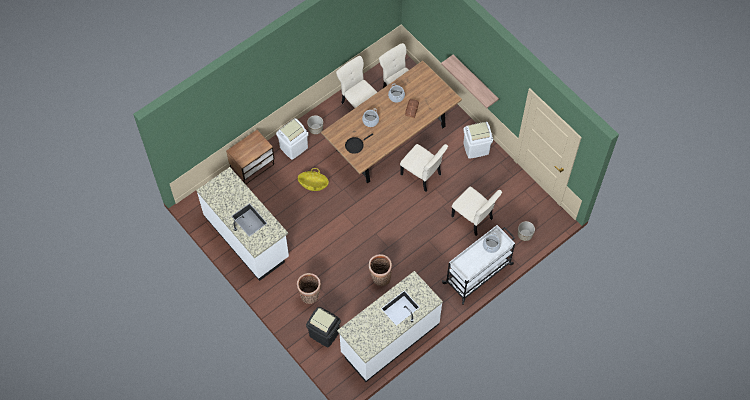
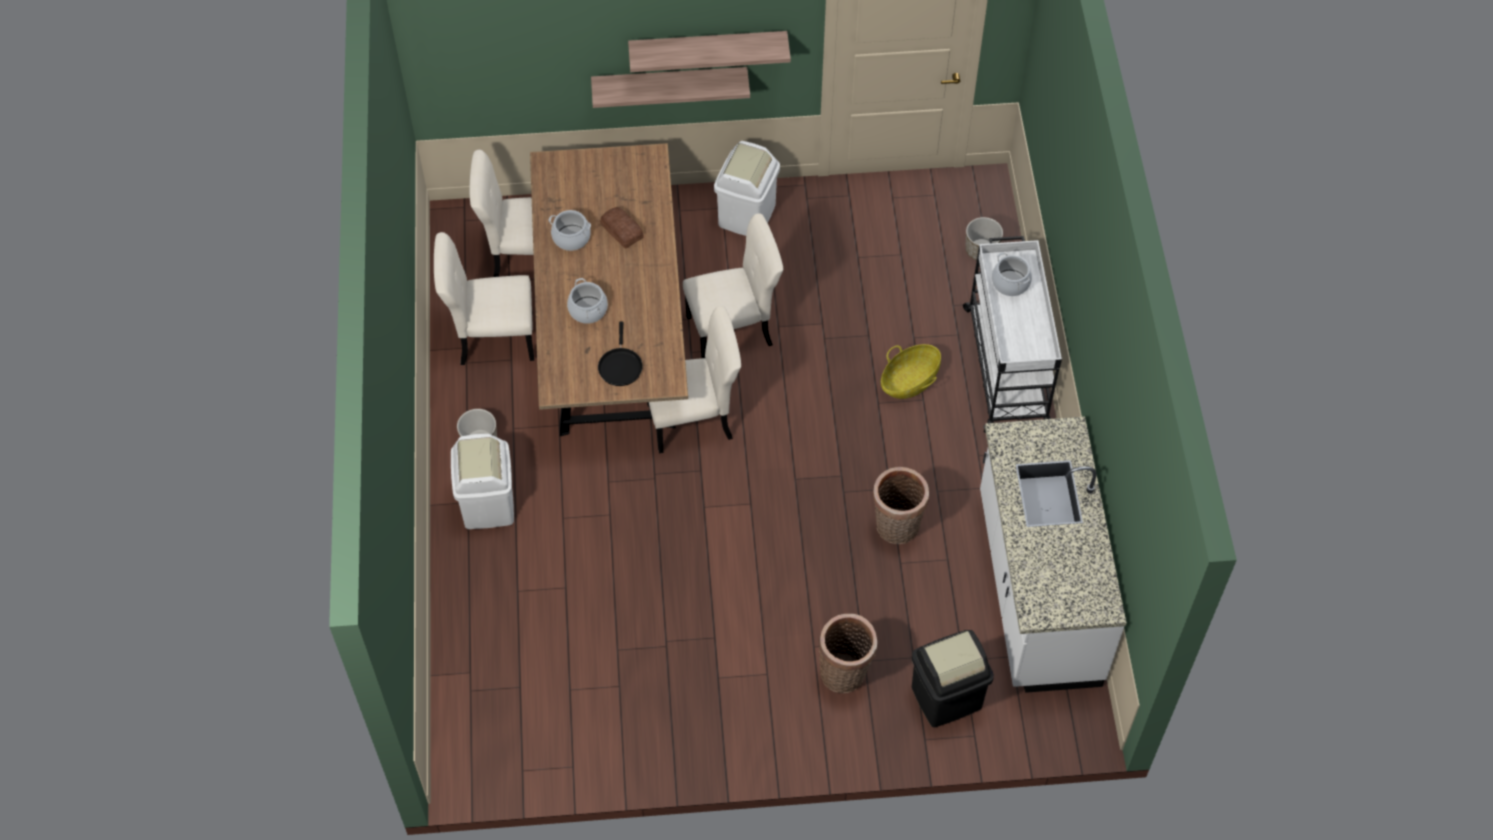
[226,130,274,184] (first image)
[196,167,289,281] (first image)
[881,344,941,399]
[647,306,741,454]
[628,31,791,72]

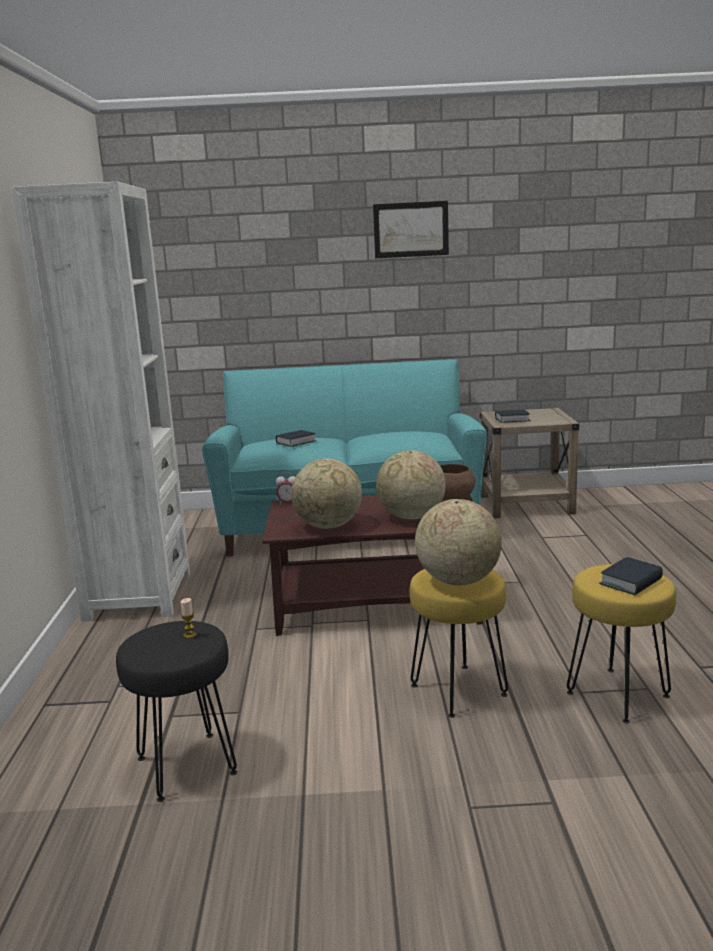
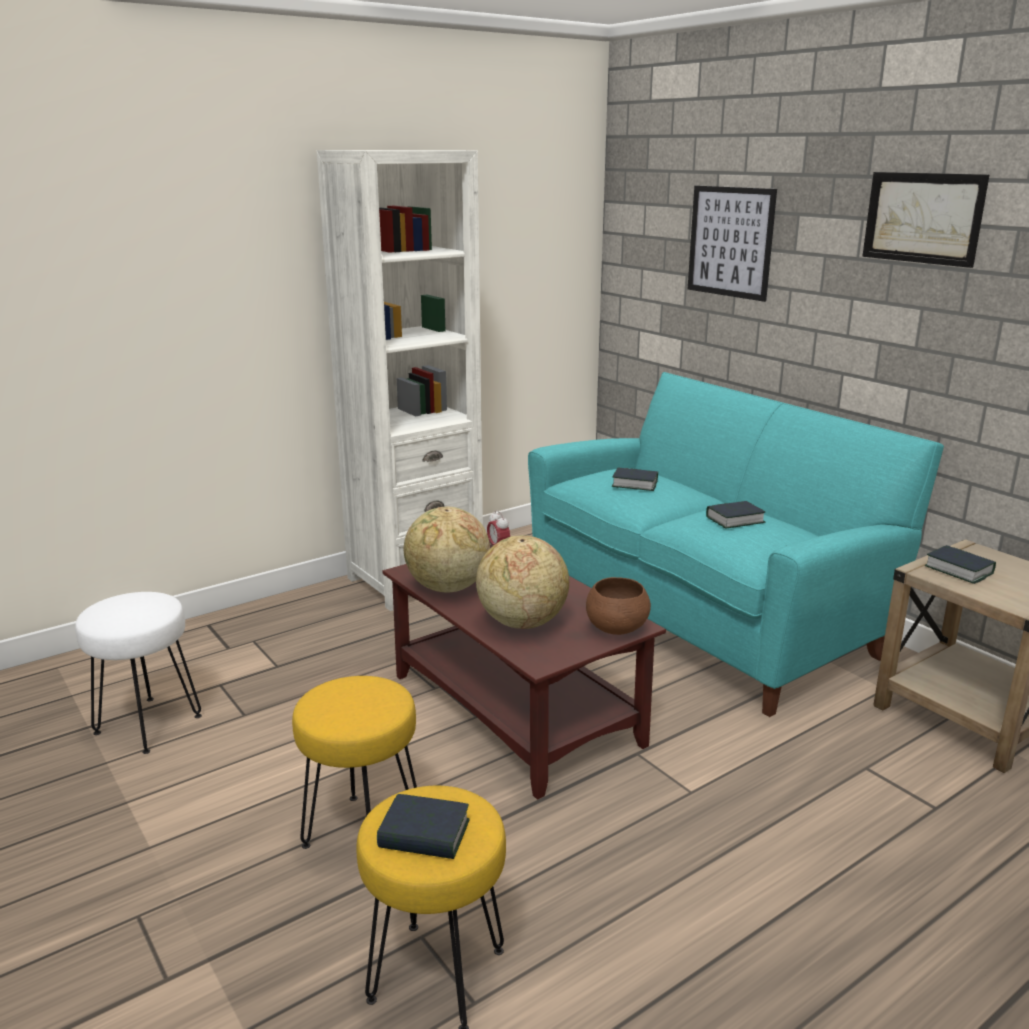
[415,499,502,586] (first image)
[181,598,196,638] (first image)
[75,592,202,754]
[688,186,777,302]
[706,501,766,528]

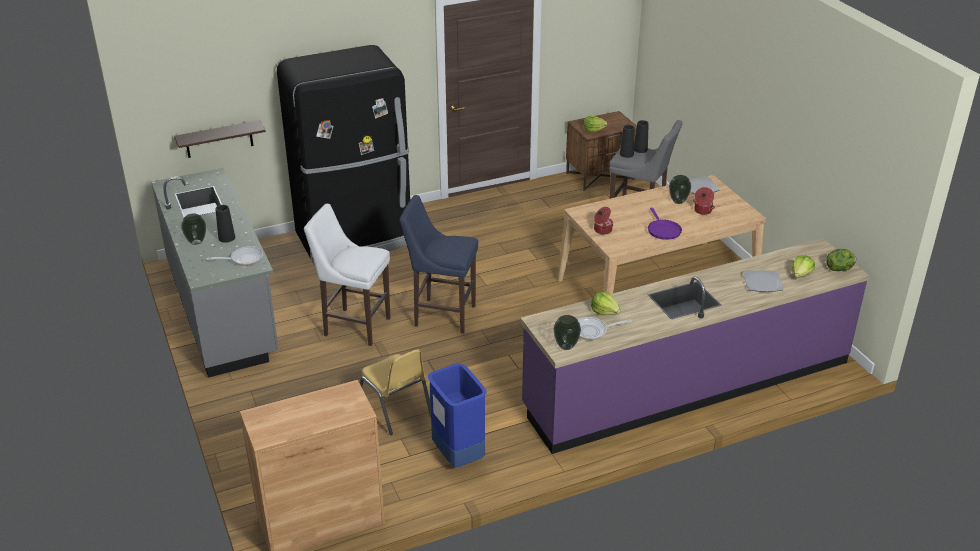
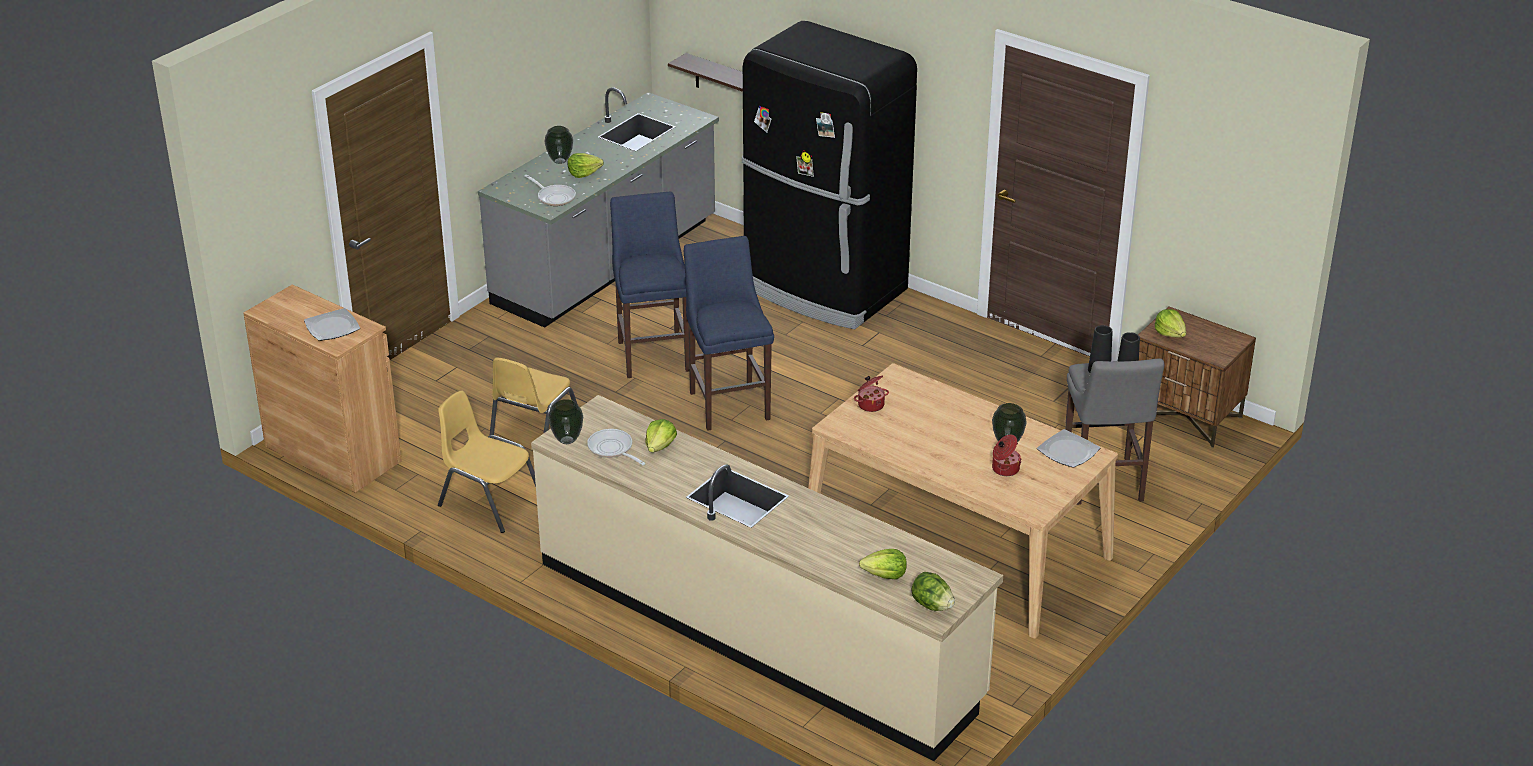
[610,192,689,378]
[567,153,604,178]
[648,208,682,240] (first image)
[531,395,1003,761]
[304,308,360,341]
[438,391,536,533]

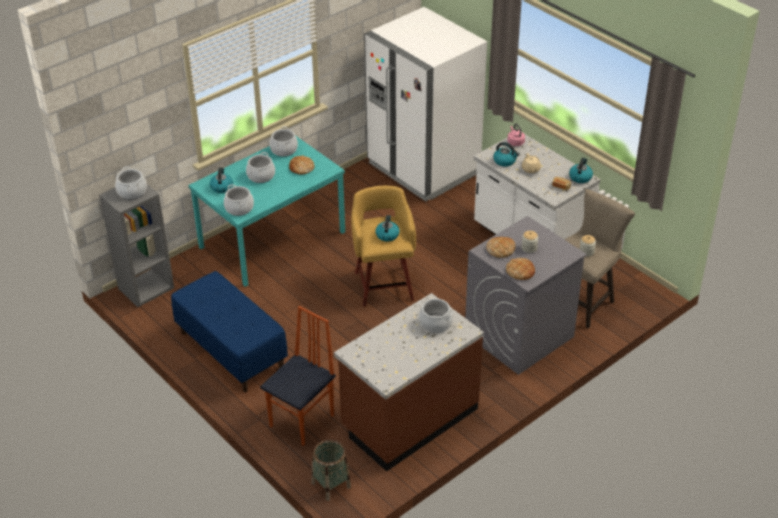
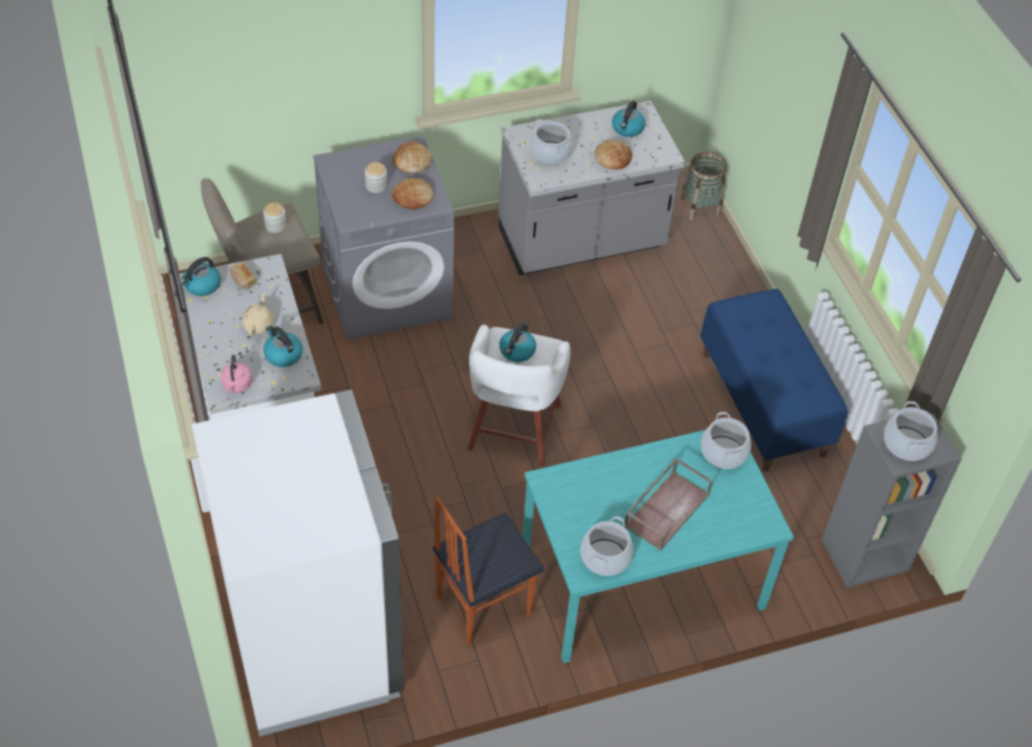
[625,458,713,551]
[594,140,632,170]
[612,100,645,137]
[468,324,570,466]
[499,101,685,275]
[433,496,544,646]

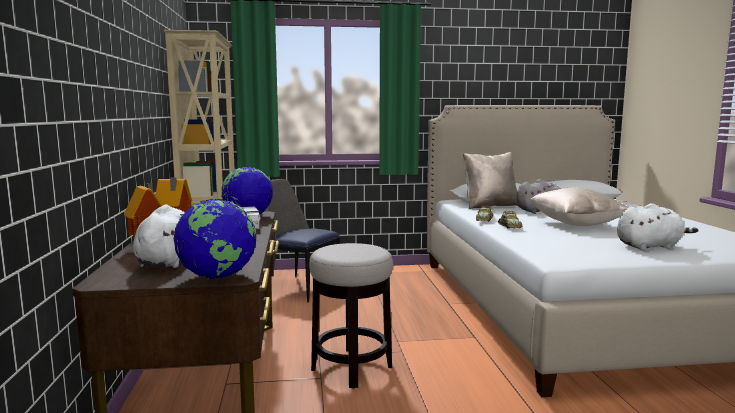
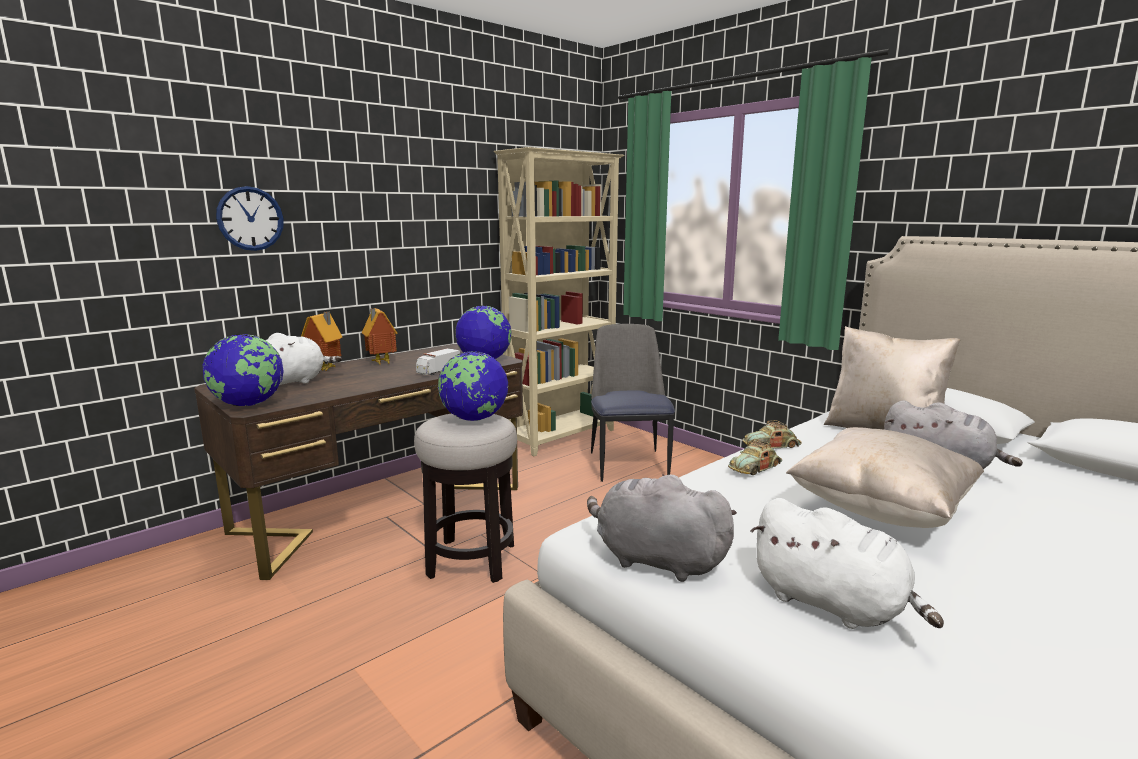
[216,186,284,251]
[438,351,508,421]
[587,474,737,582]

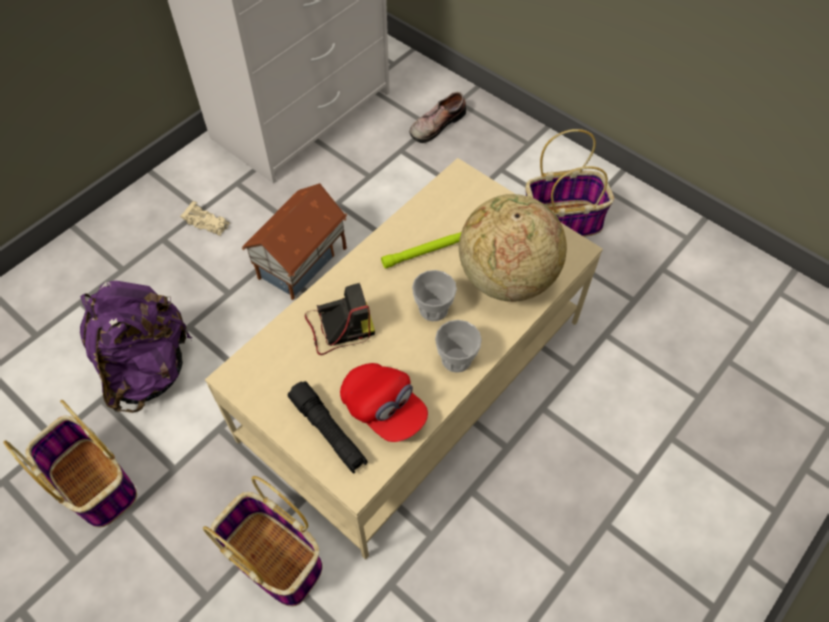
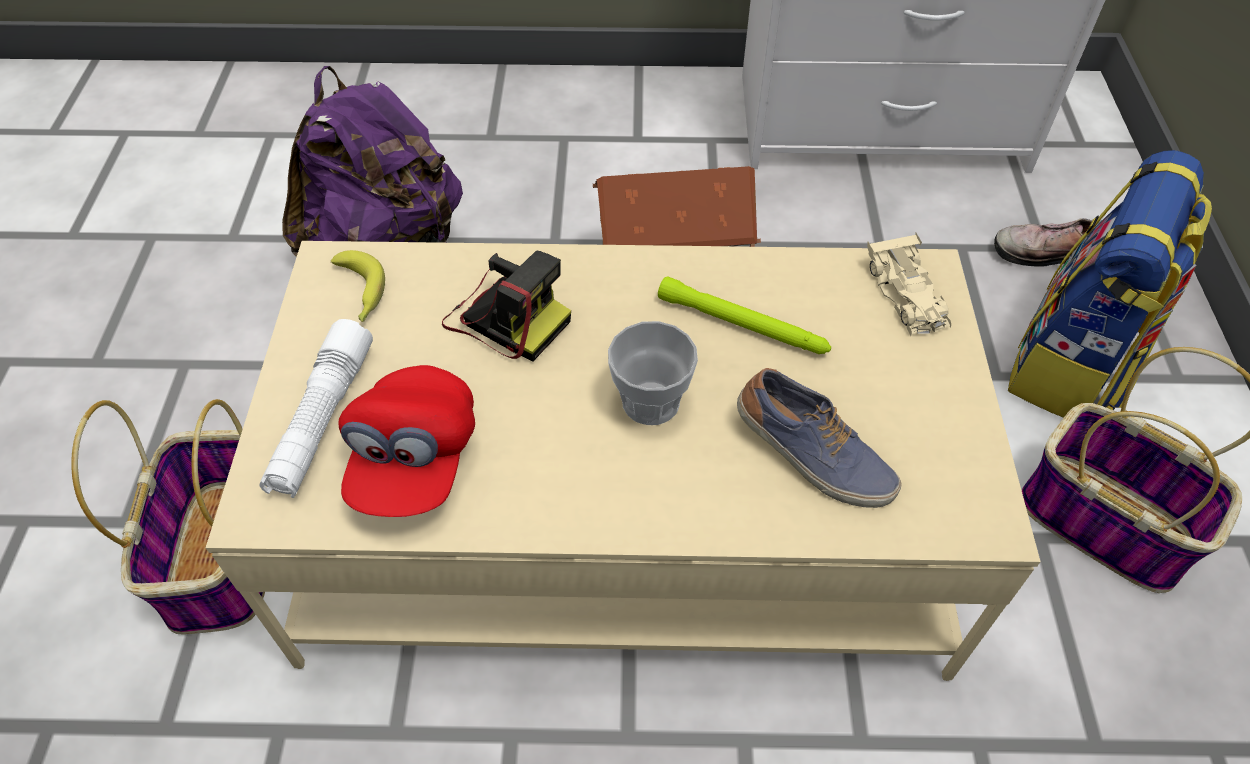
[737,368,902,508]
[867,233,951,336]
[435,320,482,373] (first image)
[260,319,373,498]
[3,400,137,528] (first image)
[1008,150,1212,418]
[331,250,385,322]

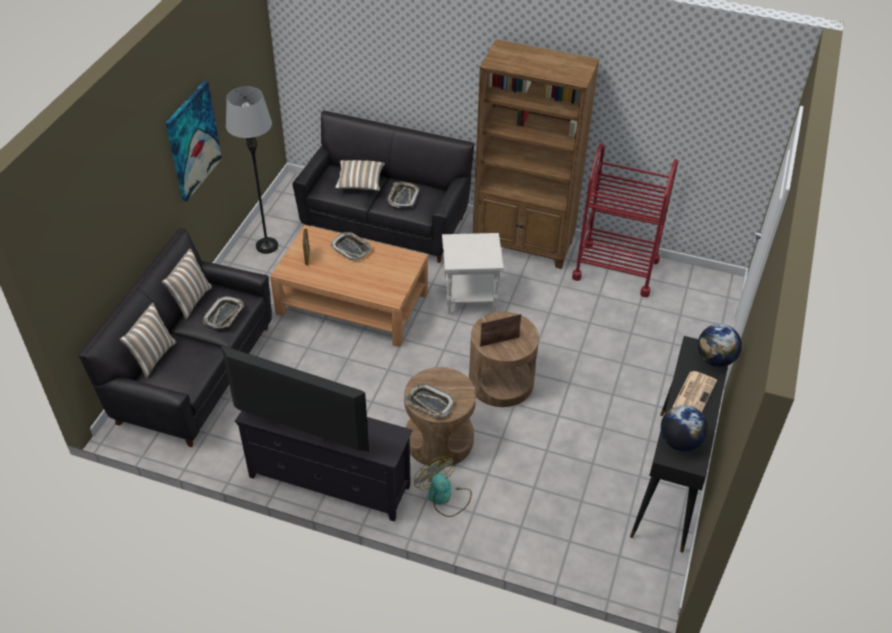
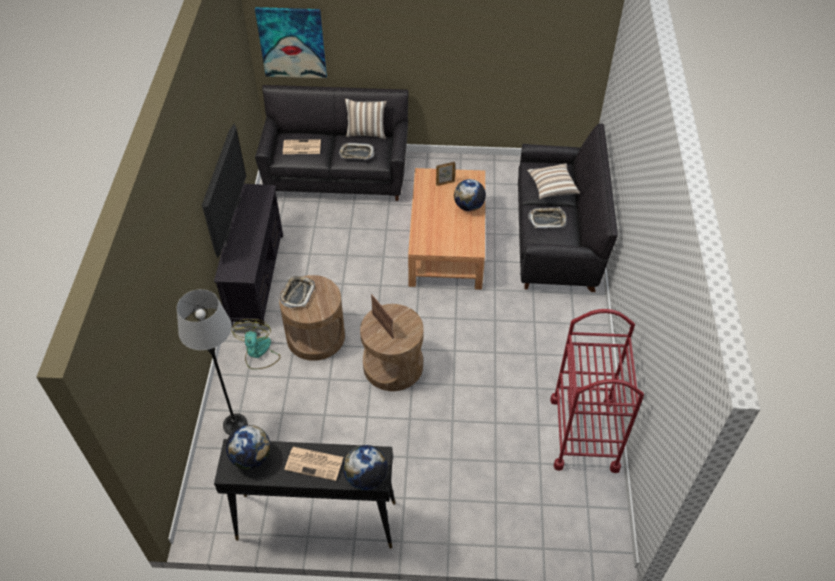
[473,39,599,269] (first image)
[255,7,327,78]
[177,289,248,435]
[454,179,486,211]
[442,233,504,314] (first image)
[120,303,177,378] (first image)
[231,319,280,370]
[283,139,321,154]

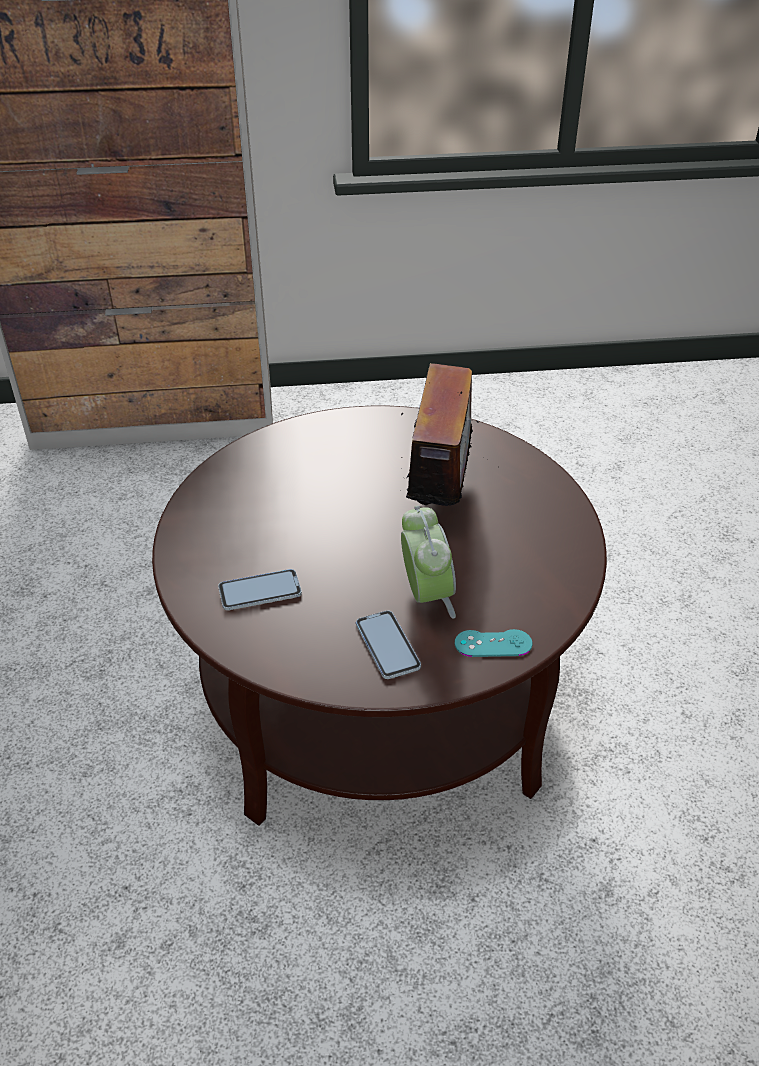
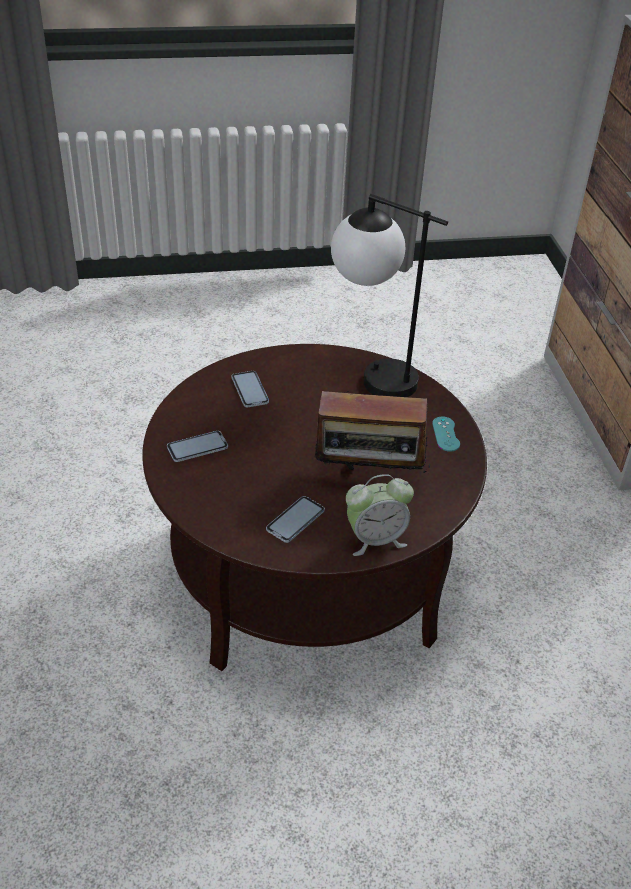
[346,474,414,556]
[432,416,460,452]
[331,194,448,397]
[266,496,325,543]

